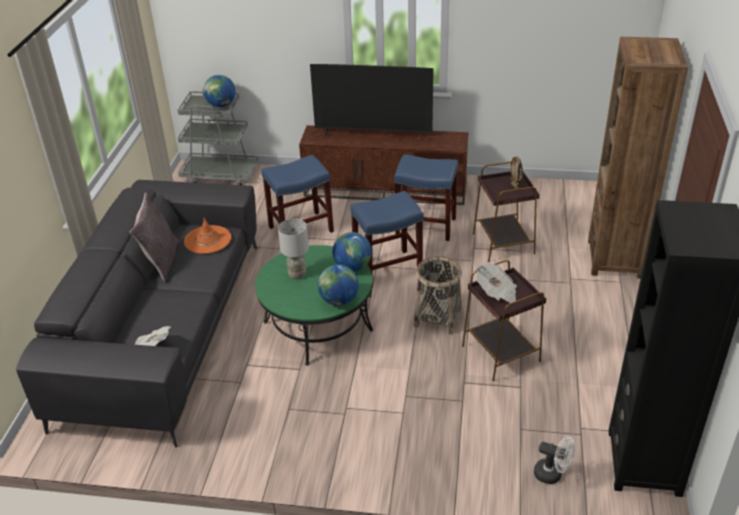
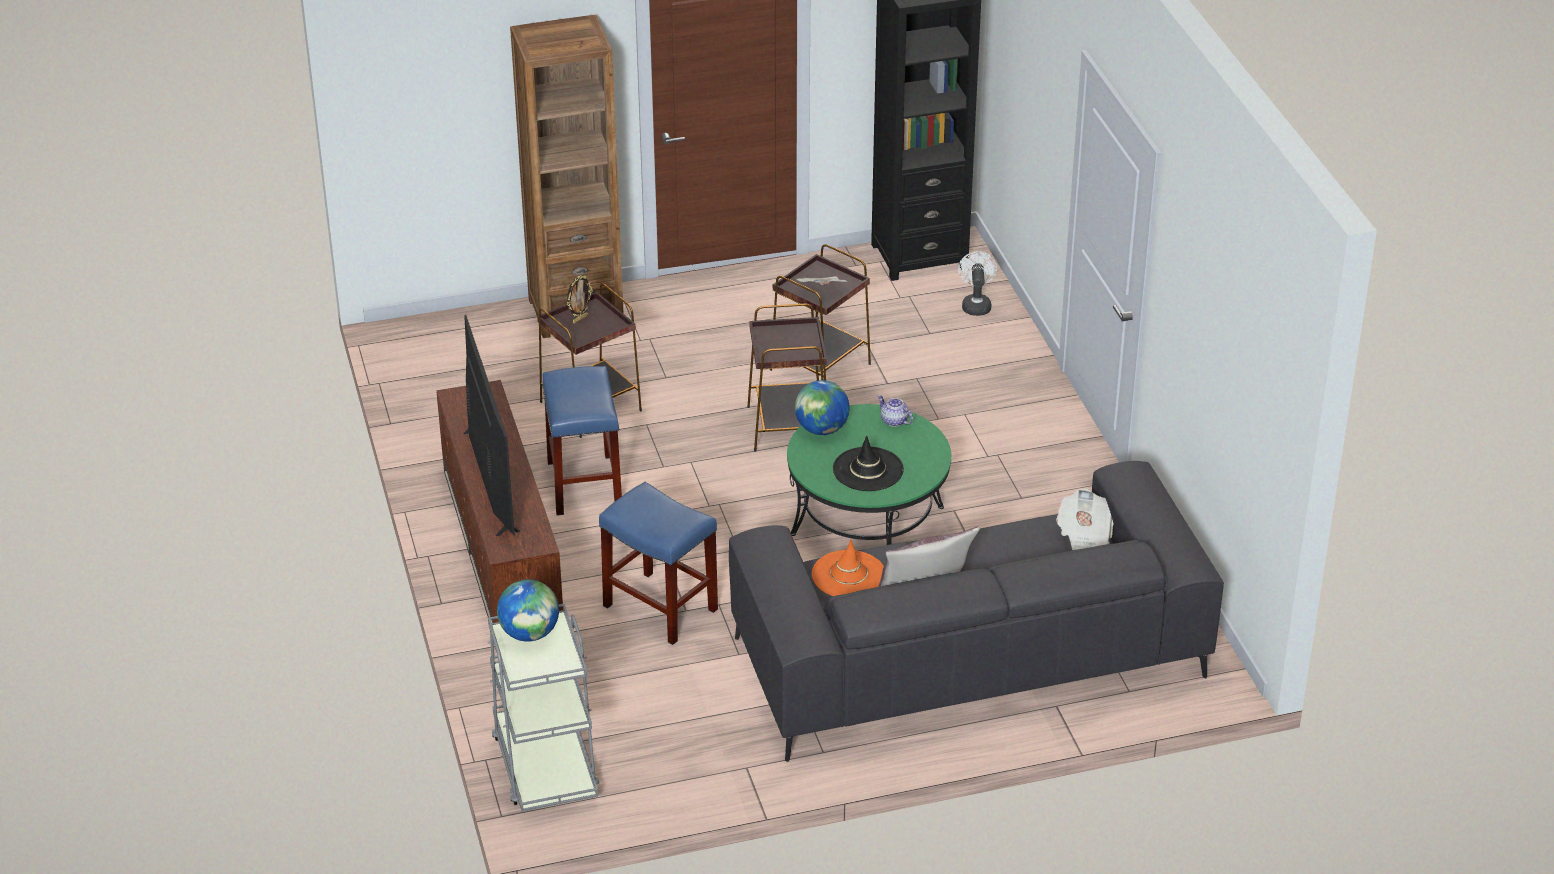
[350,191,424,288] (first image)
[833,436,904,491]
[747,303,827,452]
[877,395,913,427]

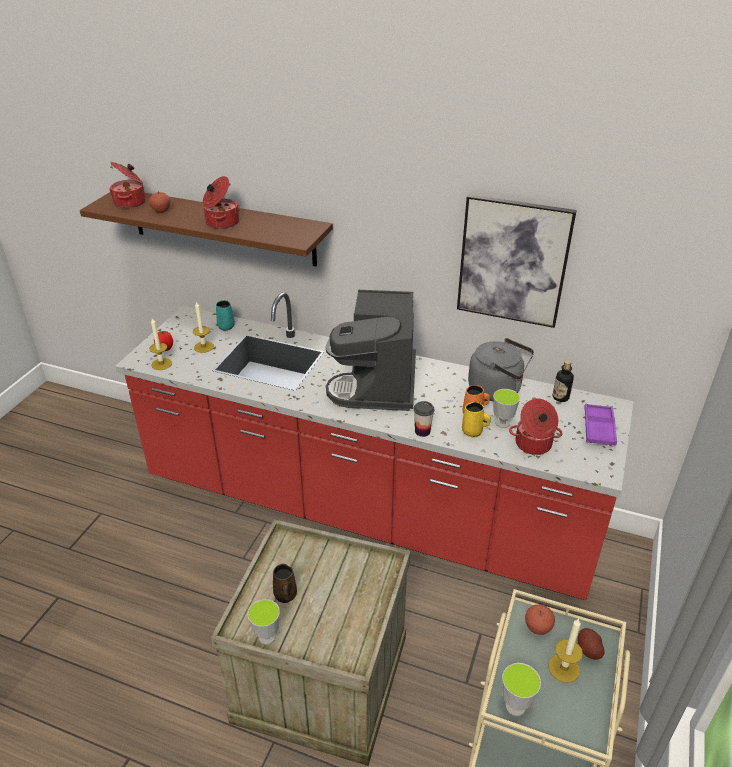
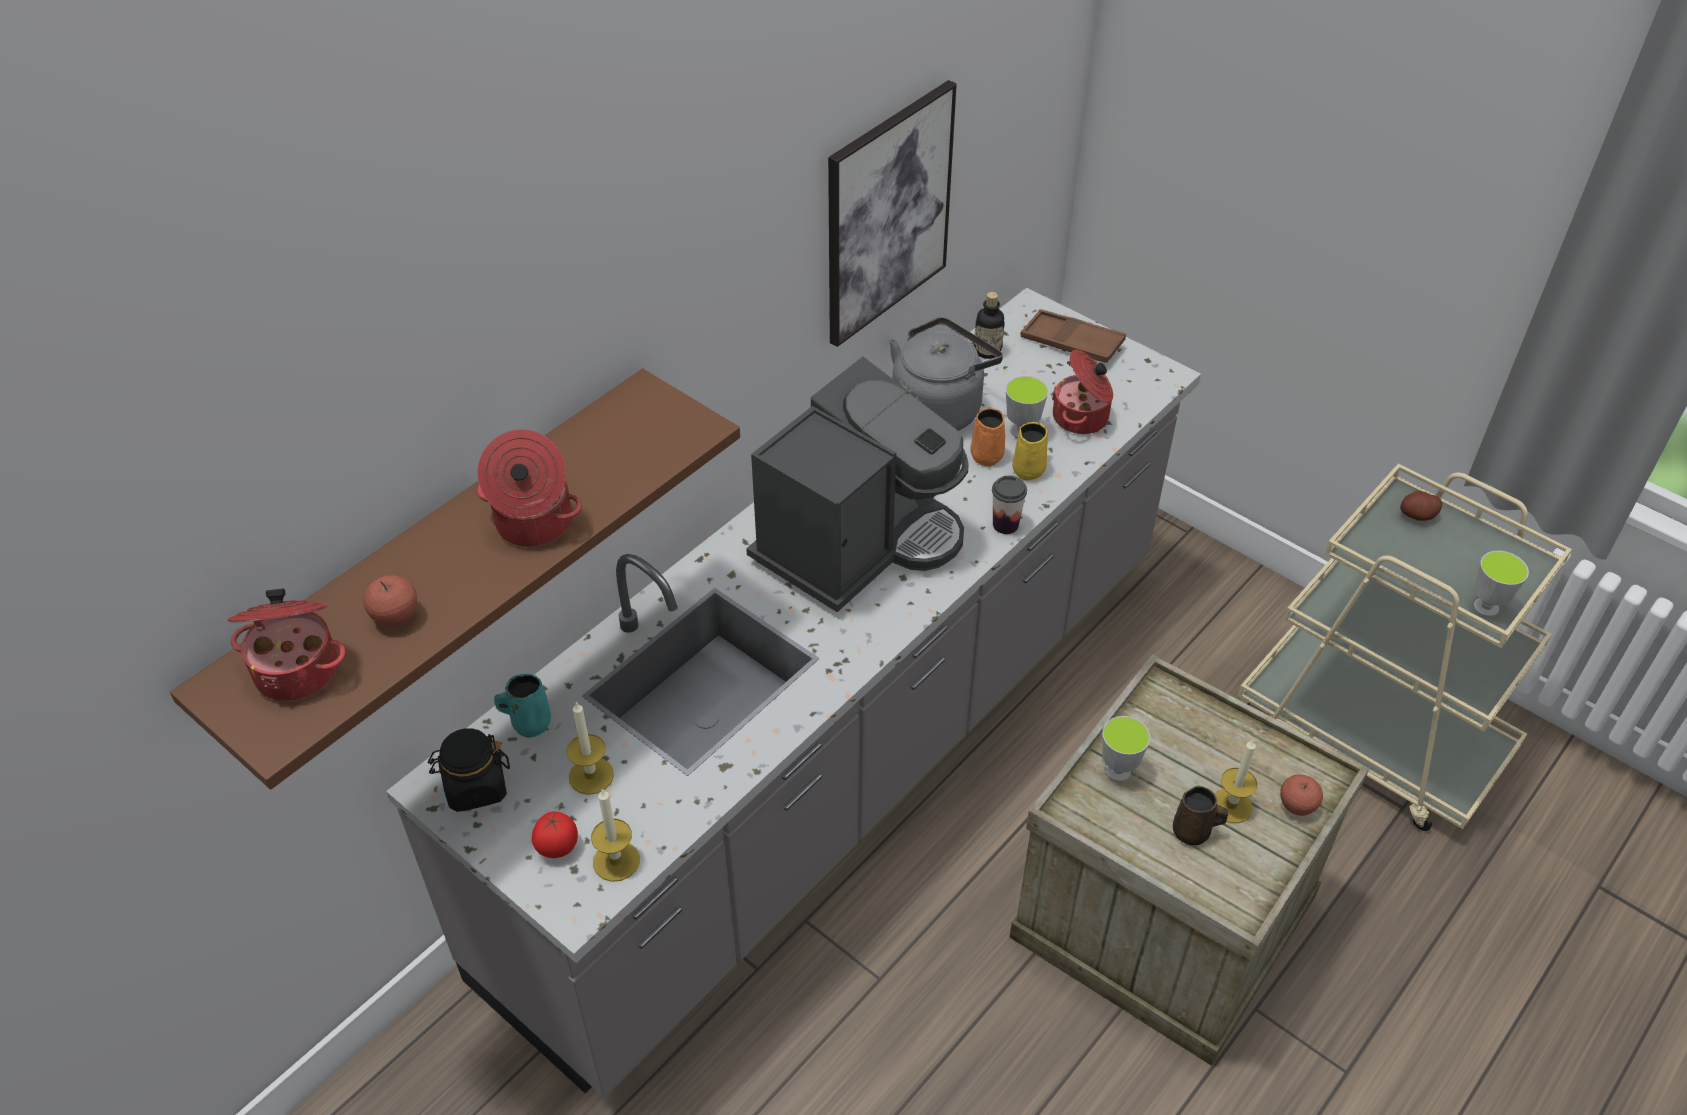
[746,357,968,612]
[386,288,1201,1097]
[1020,309,1126,363]
[1102,716,1150,782]
[1280,775,1323,816]
[1215,740,1258,823]
[428,728,510,812]

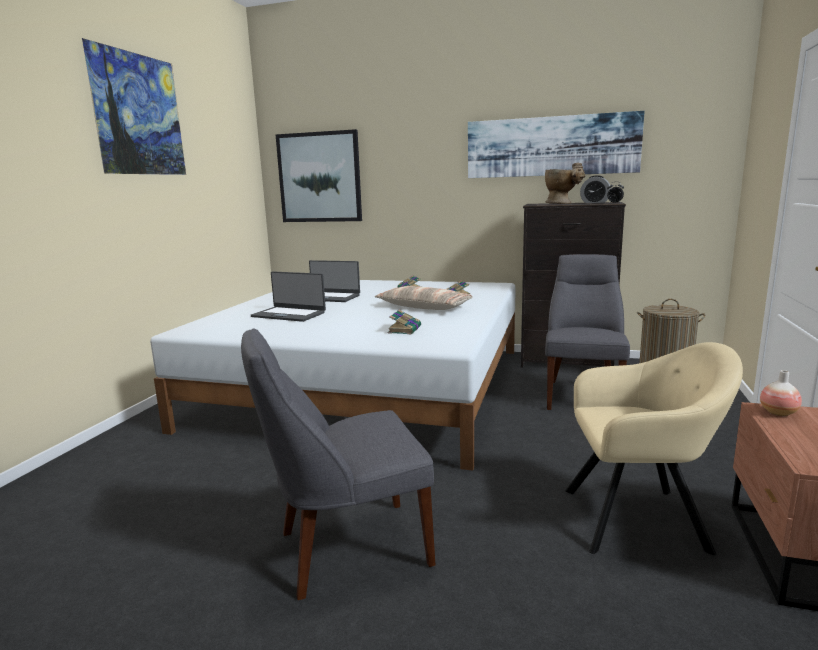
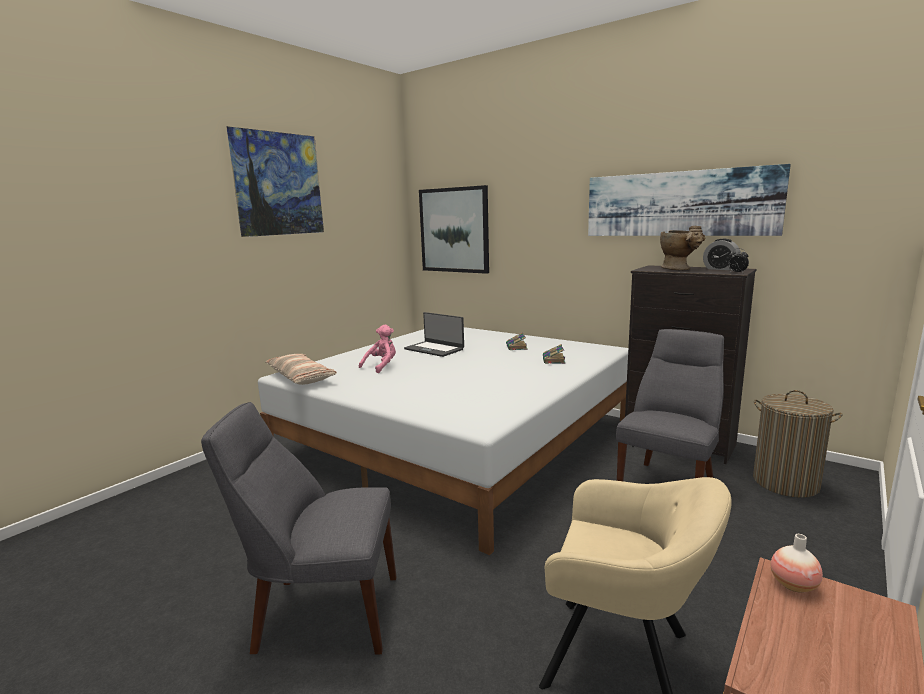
[359,325,396,373]
[265,354,337,385]
[388,310,421,334] (first image)

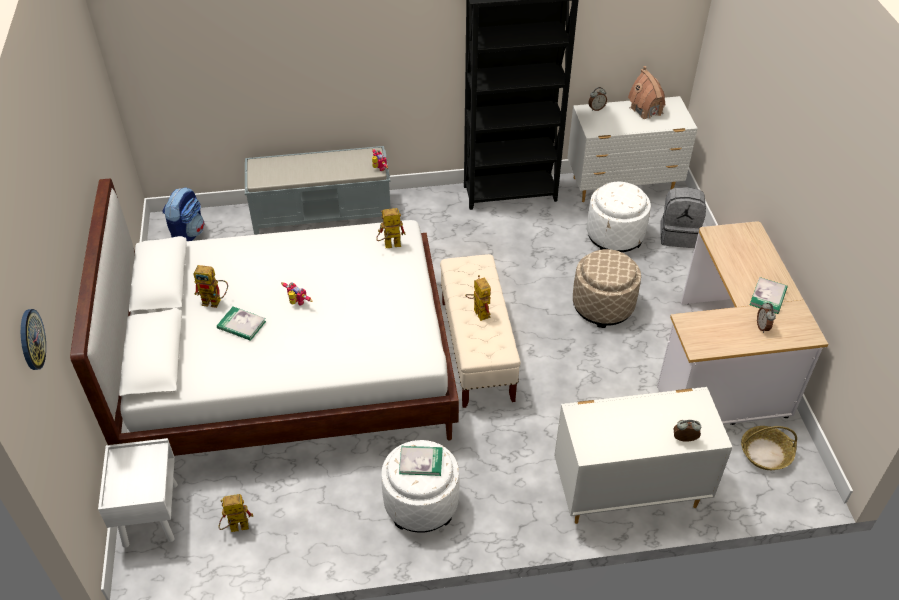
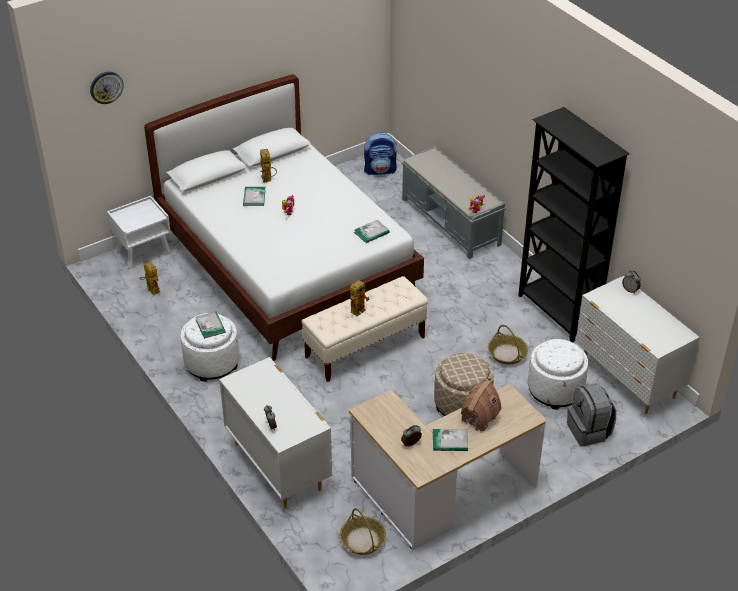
[460,376,502,433]
[354,220,390,243]
[488,325,528,365]

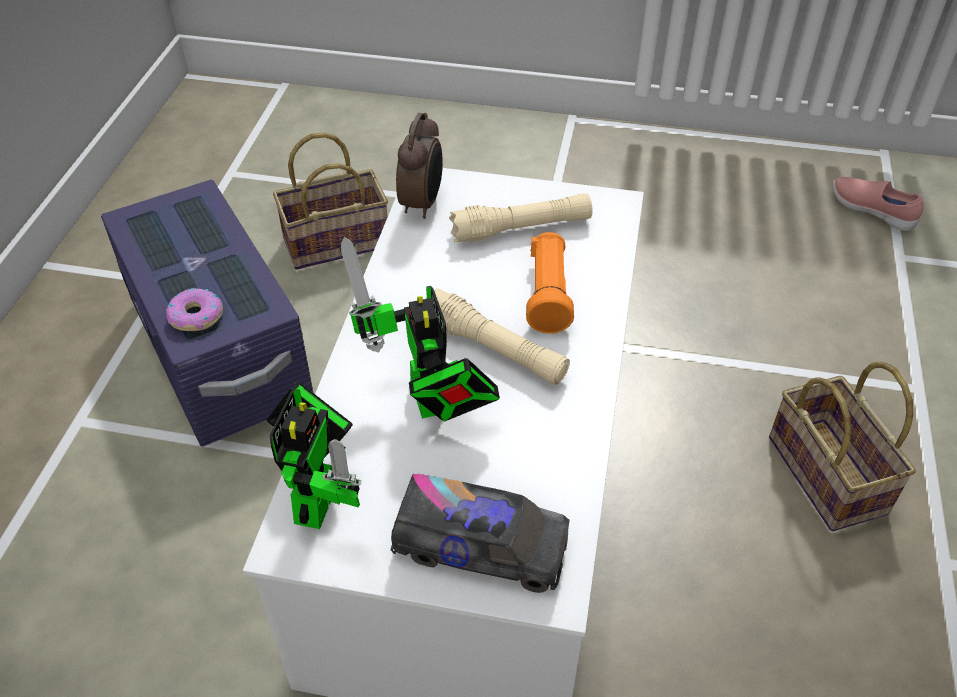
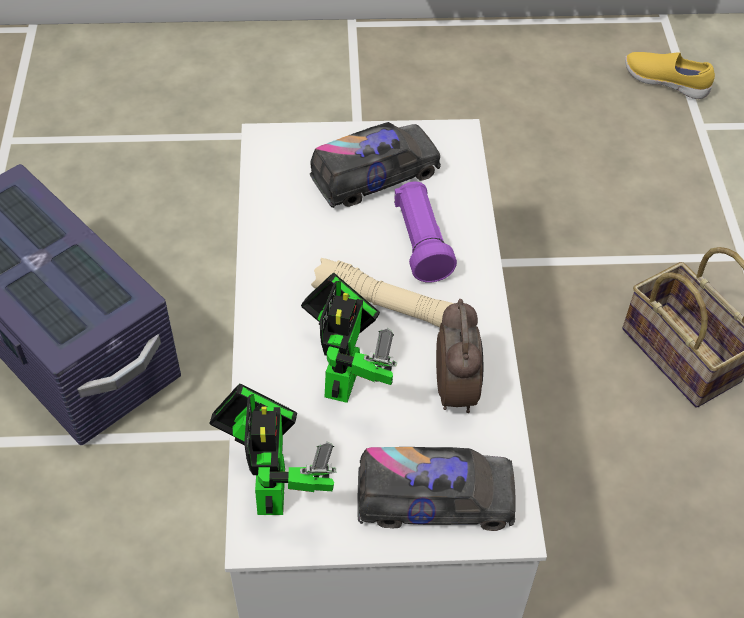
[436,299,483,413]
[273,132,388,270] (first image)
[625,52,715,99]
[310,122,441,208]
[394,181,457,283]
[301,273,398,403]
[166,288,223,331] (first image)

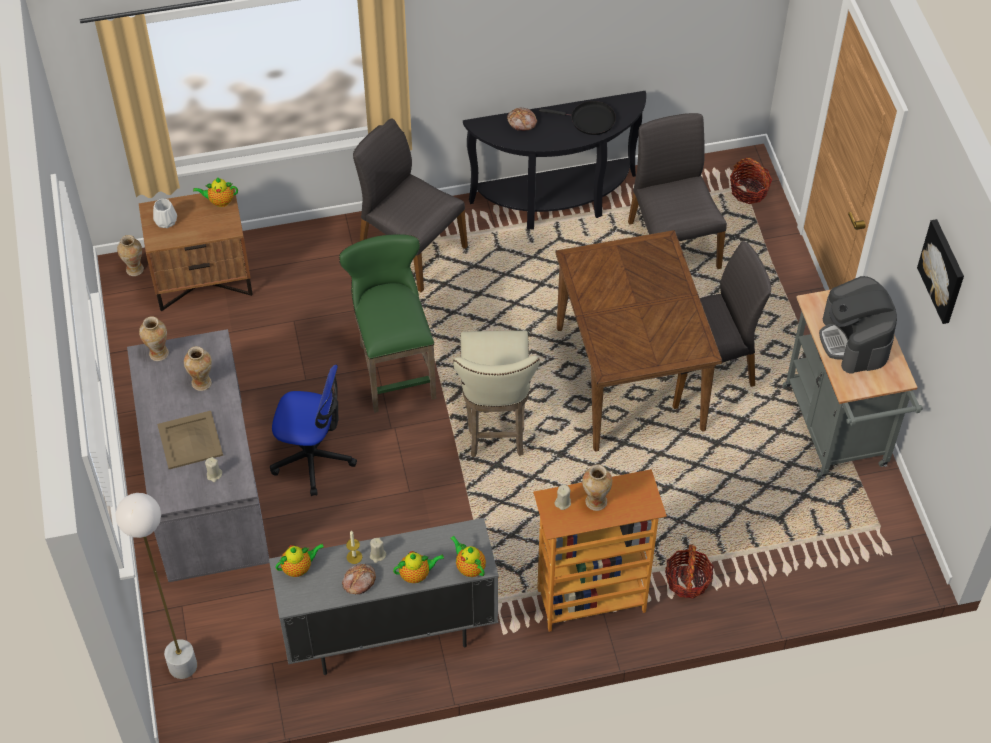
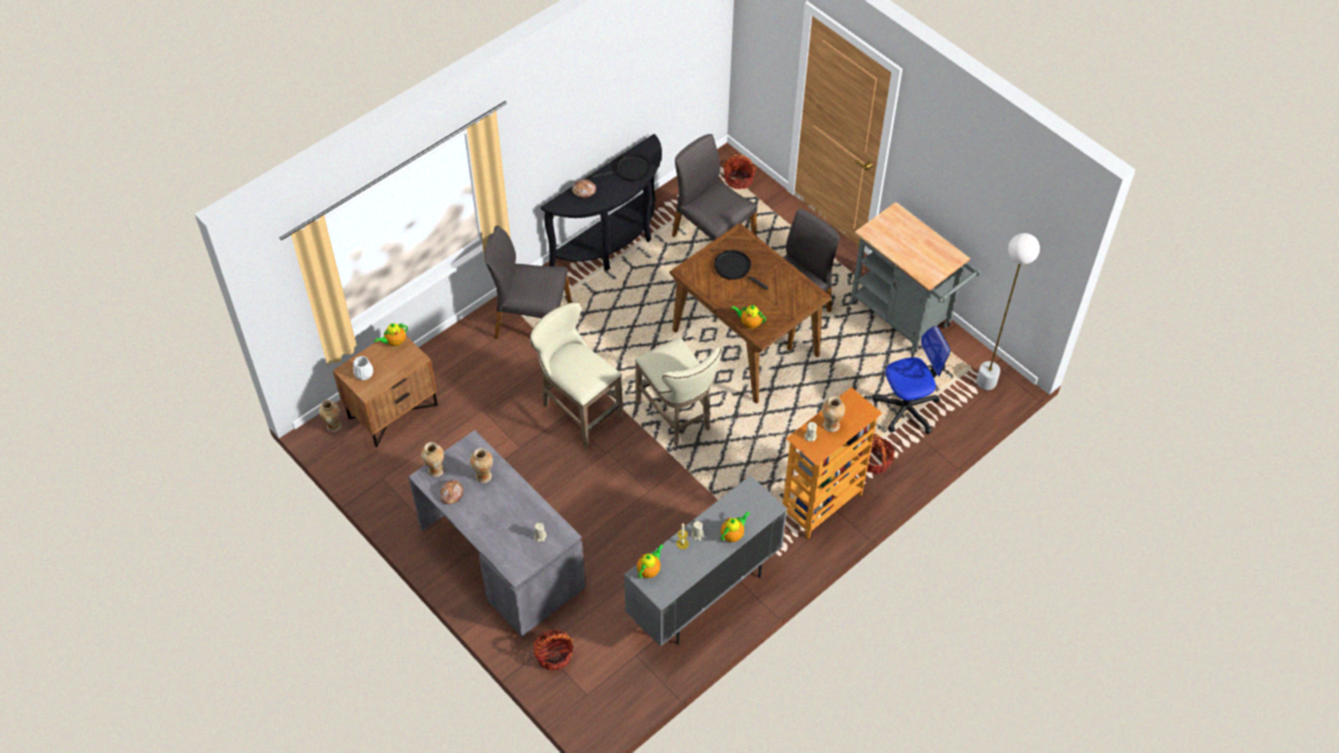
[917,219,964,324] (first image)
[530,302,624,448]
[819,276,897,373] (first image)
[873,326,951,434]
[157,411,223,469] (first image)
[976,233,1040,390]
[732,305,766,329]
[440,480,463,505]
[714,250,769,290]
[533,629,573,671]

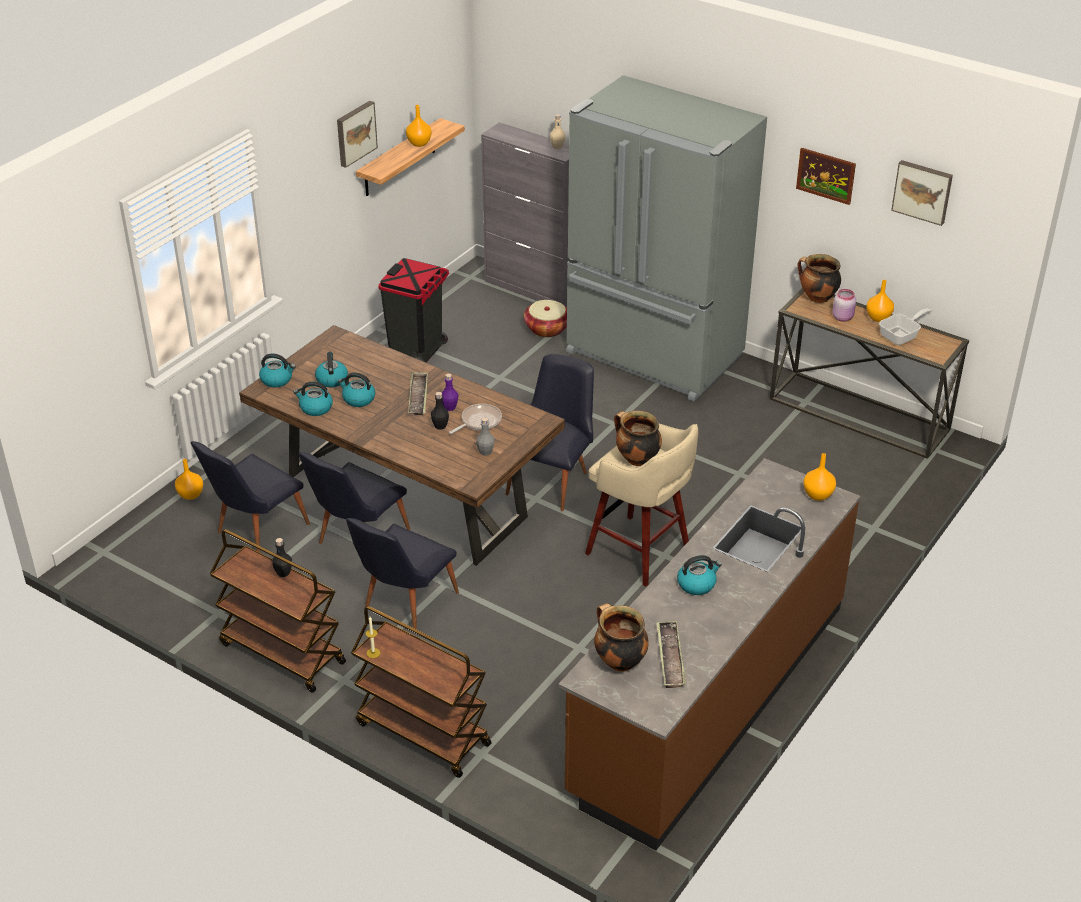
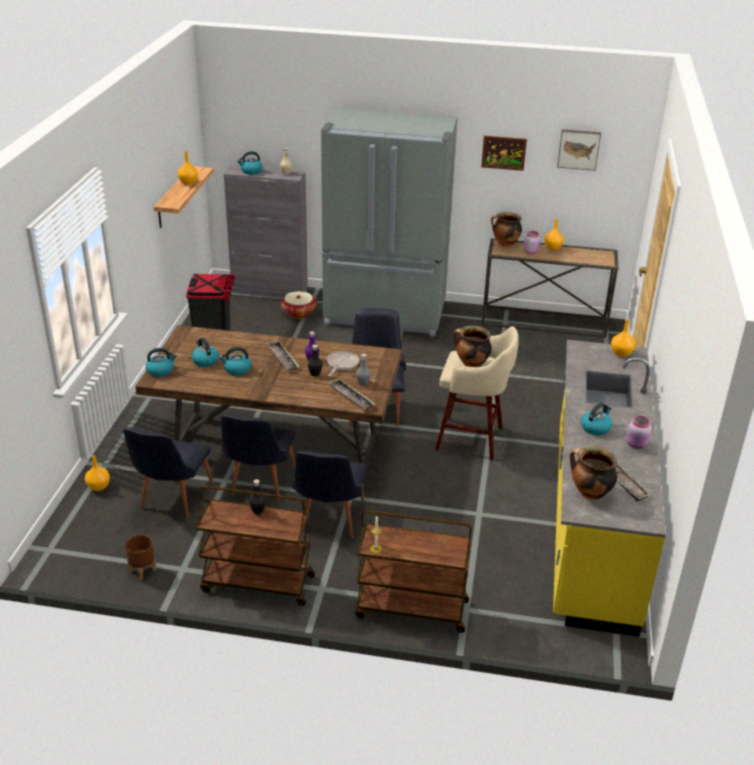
[337,101,378,168] (first image)
[879,308,932,345] (first image)
[237,151,262,175]
[553,340,666,637]
[328,378,375,409]
[627,416,652,449]
[125,535,156,580]

